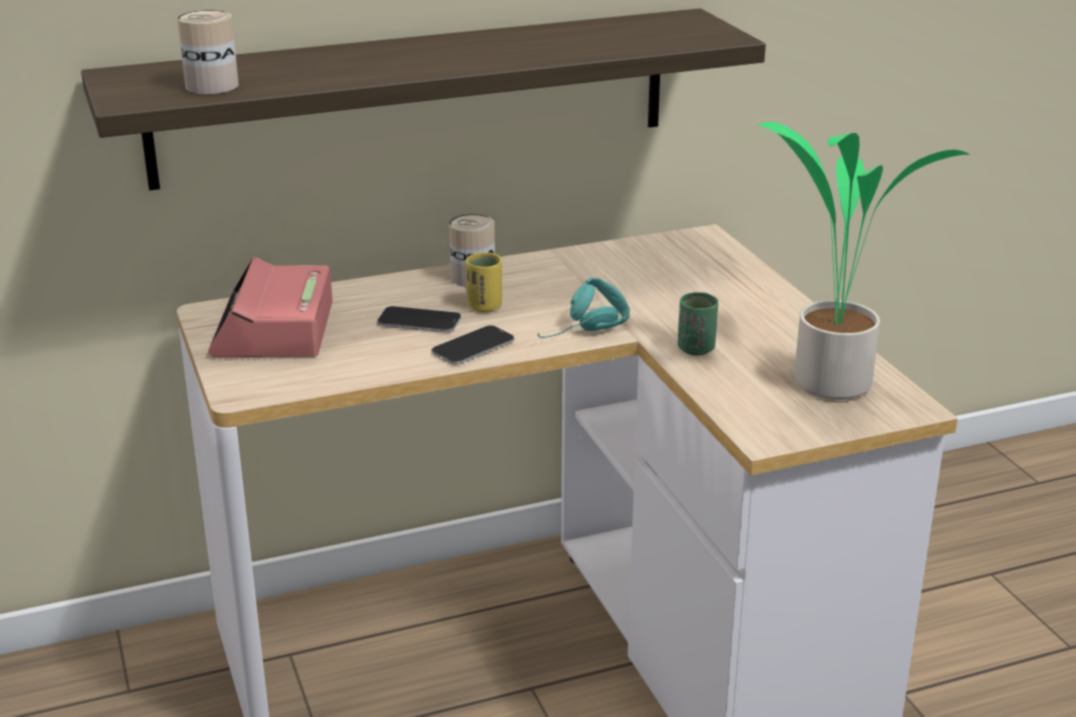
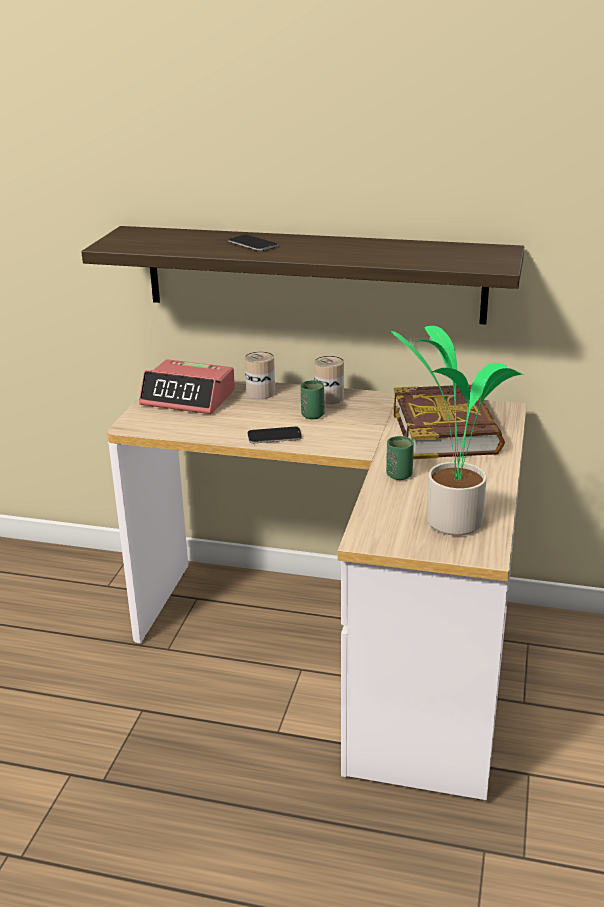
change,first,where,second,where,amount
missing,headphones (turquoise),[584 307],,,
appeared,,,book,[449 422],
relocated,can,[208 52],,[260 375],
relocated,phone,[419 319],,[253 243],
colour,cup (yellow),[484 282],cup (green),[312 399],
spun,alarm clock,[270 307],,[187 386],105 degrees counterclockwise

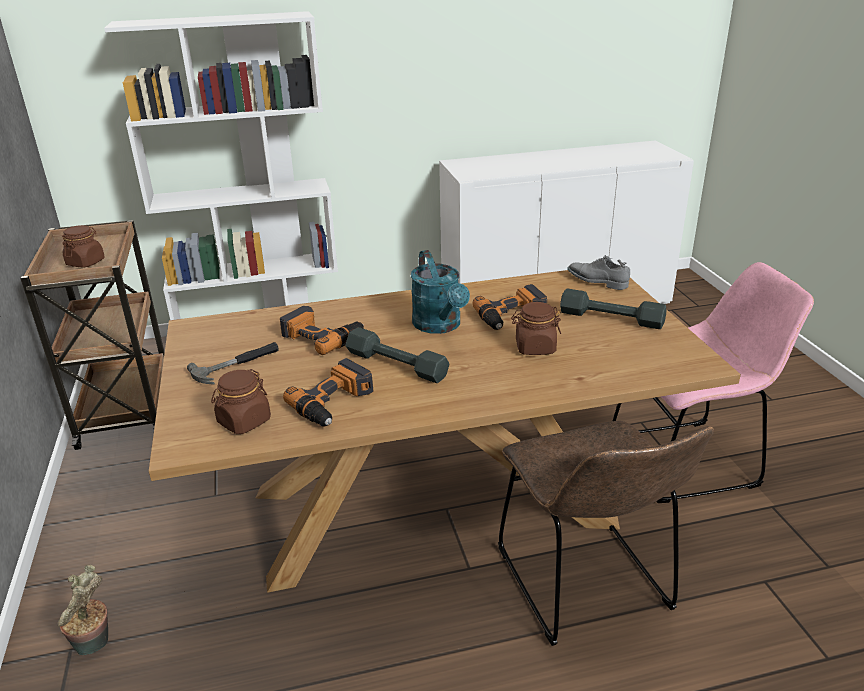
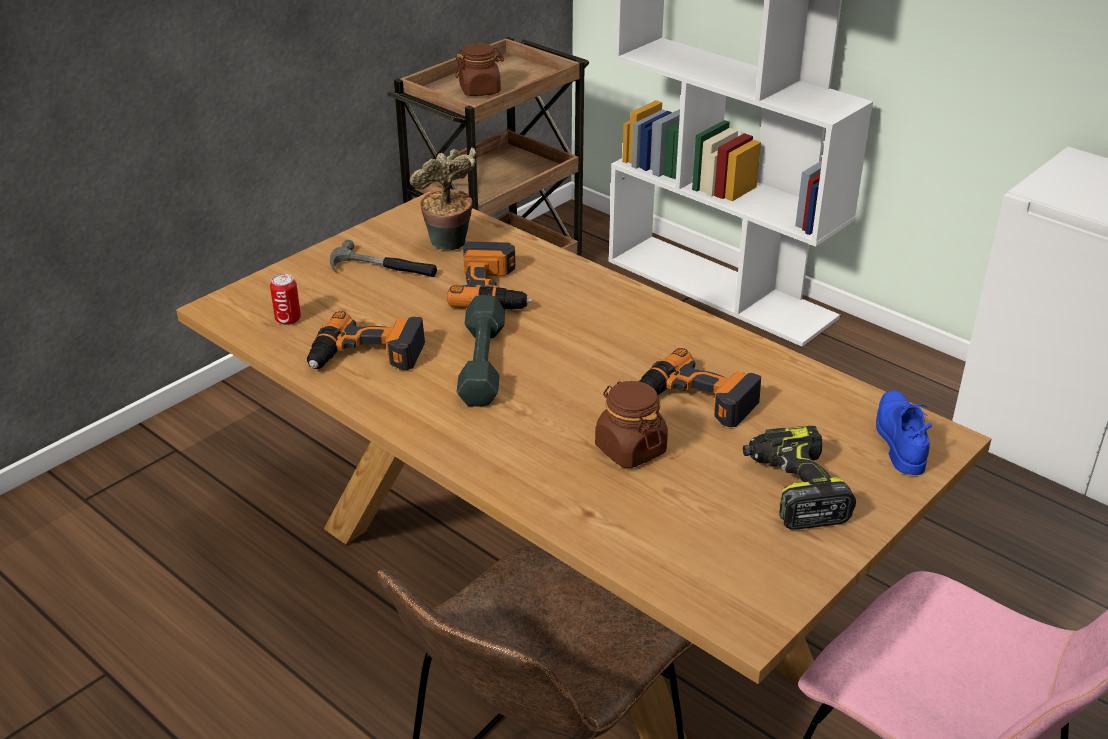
change,first,where,second,where,amount
missing,watering can (turquoise),[440 292],,,
relocated,potted plant,[83 610],,[443 198],
exchanged,jar (brown),[241 401],can,[285 299],
exchanged,dumbbell (grey),[613 309],power drill,[799 478],
colour,shoe (grey),[598 272],shoe (blue),[904 432],

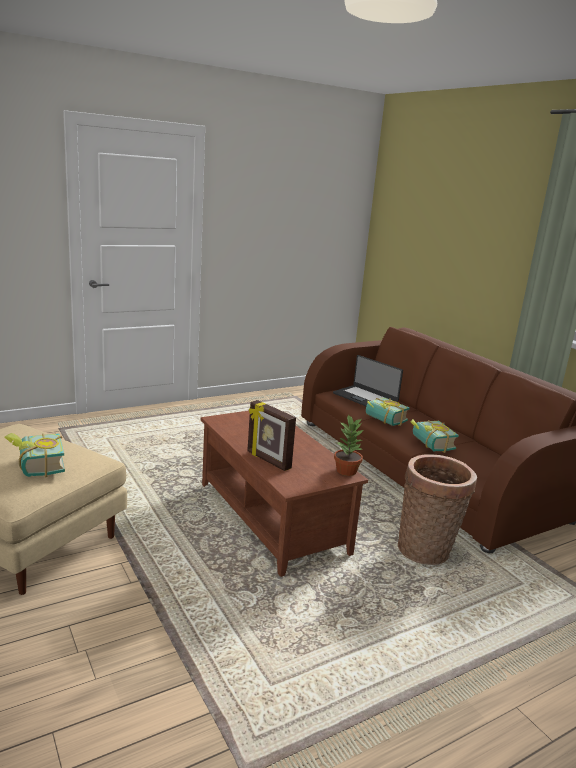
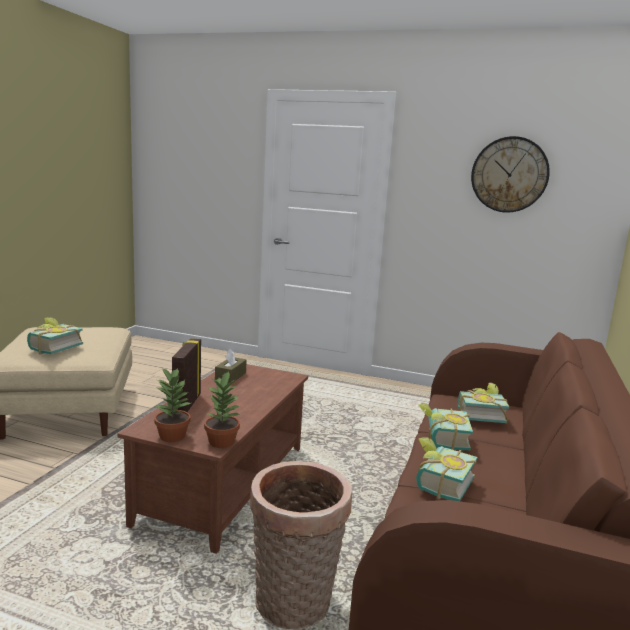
change,first,where,second,where,amount
appeared,,,potted plant,[173 405],
appeared,,,tissue box (brown),[230 366],
appeared,,,wall clock,[510 174],
exchanged,laptop,[368 380],book,[483 403],

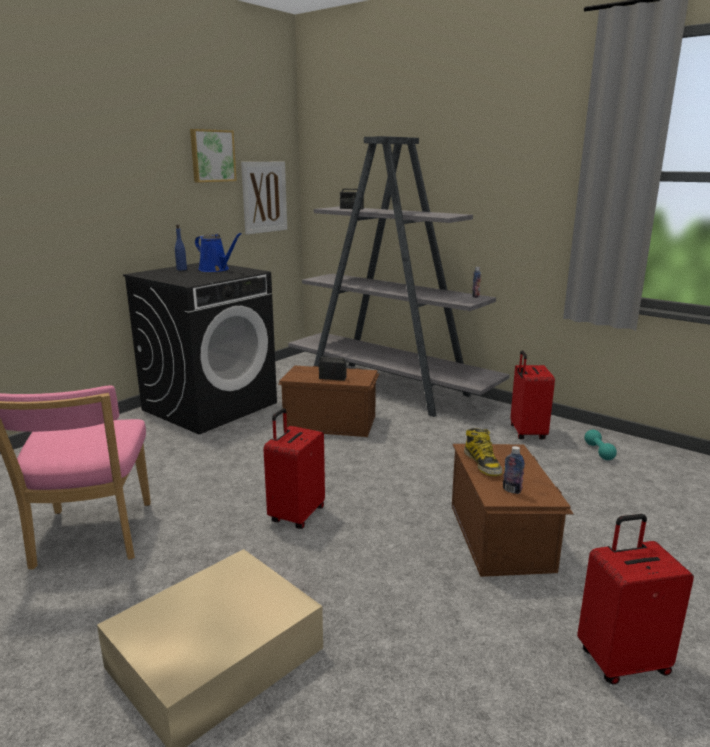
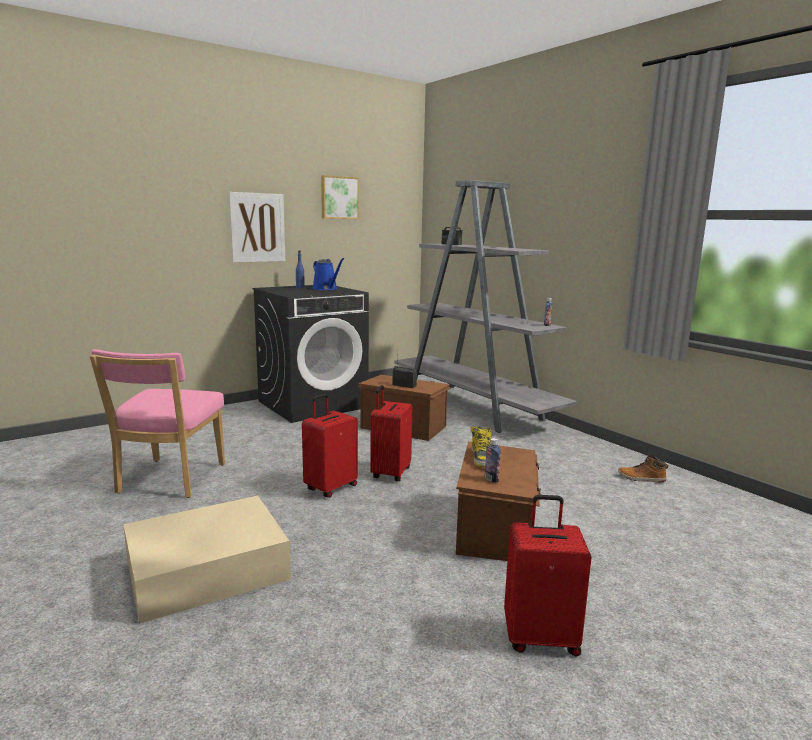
change,first,where,second,where,amount
relocated,picture,[264 198],,[257 227],
relocated,suitcase (red),[532 394],,[391 433],
exchanged,dumbbell (turquoise),[600 445],boot,[643 468],

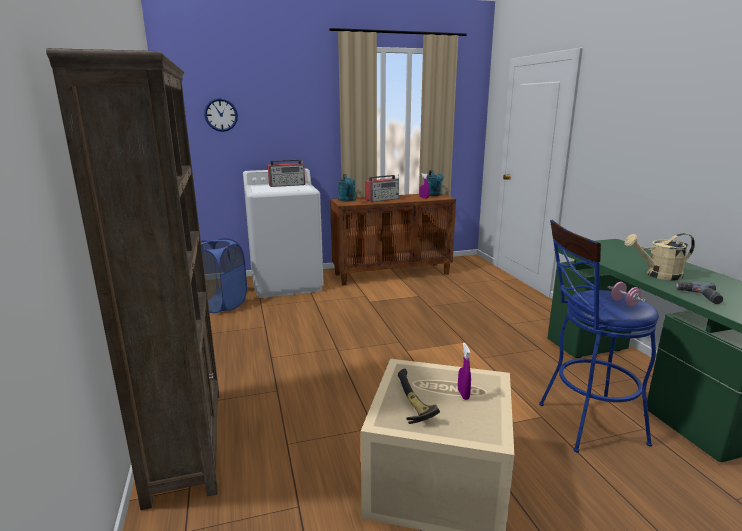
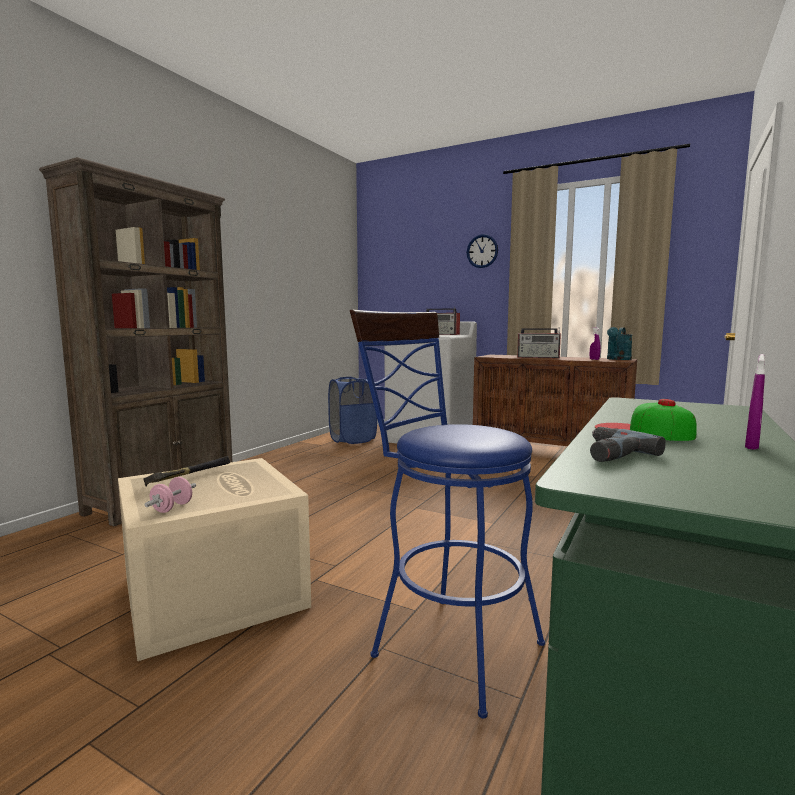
change,first,where,second,where,amount
missing,watering can (turquoise),[347 188],,,
relocated,wall clock,[221 115],,[482 251],
relocated,spray bottle (purple),[464 371],,[755 402],
relocated,dumbbell (pink),[627 294],,[170 495],
exchanged,watering can (beige),[659 256],cap,[646 420],

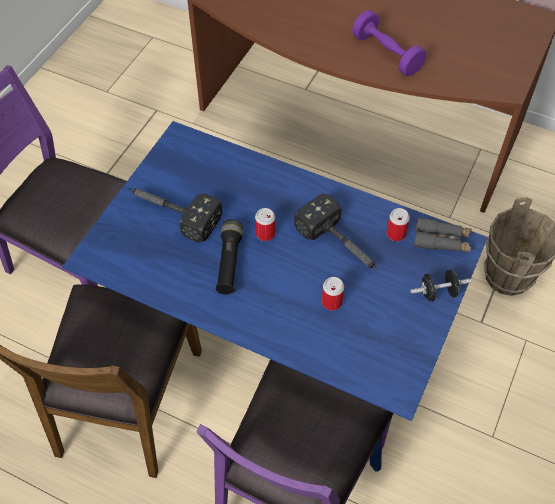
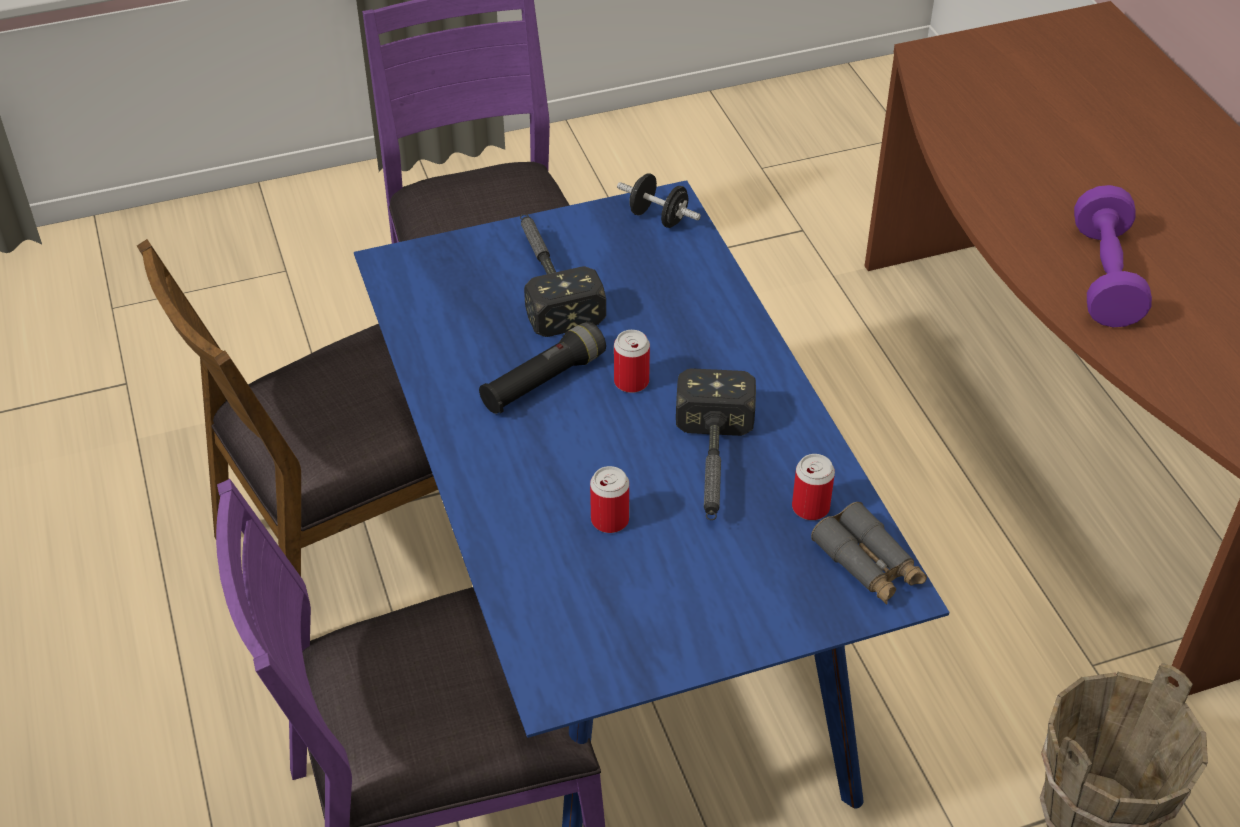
change,first,where,second,where,amount
relocated,dumbbell (black),[440 285],,[659 200],

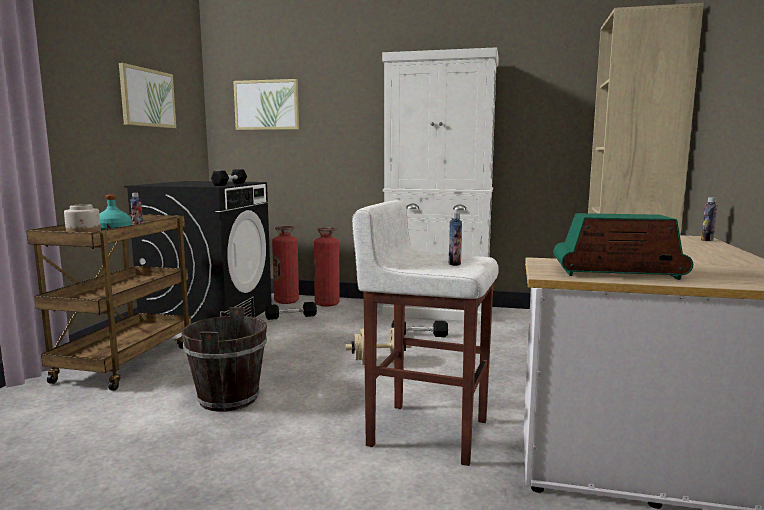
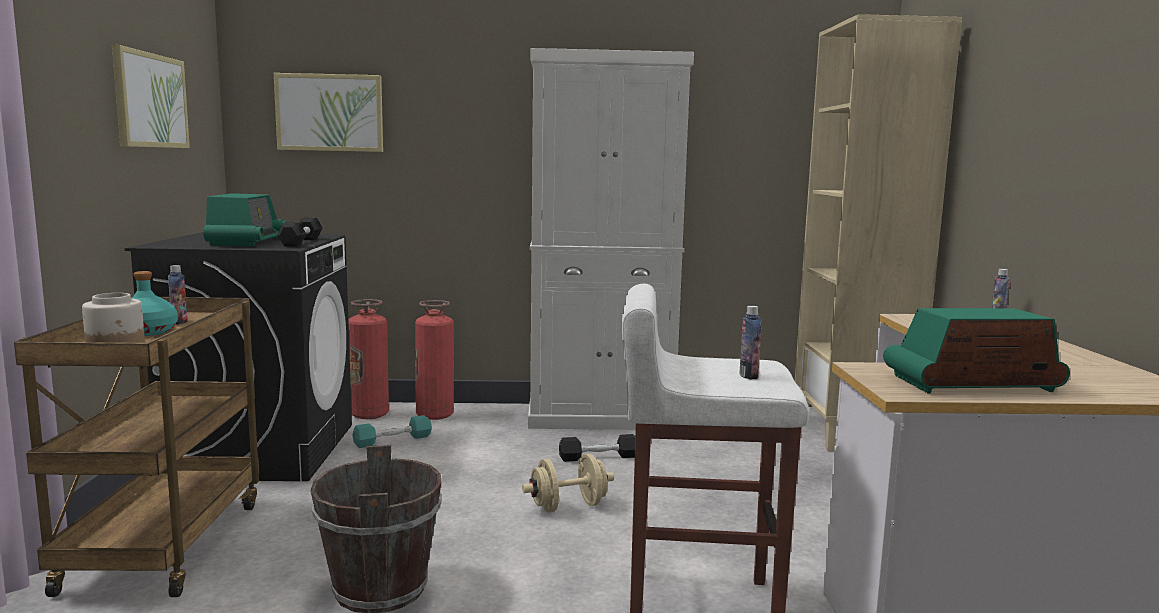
change,first,where,second,where,amount
appeared,,,radio,[245 219],
colour,dumbbell (black),[291 311],dumbbell (turquoise),[392 431],

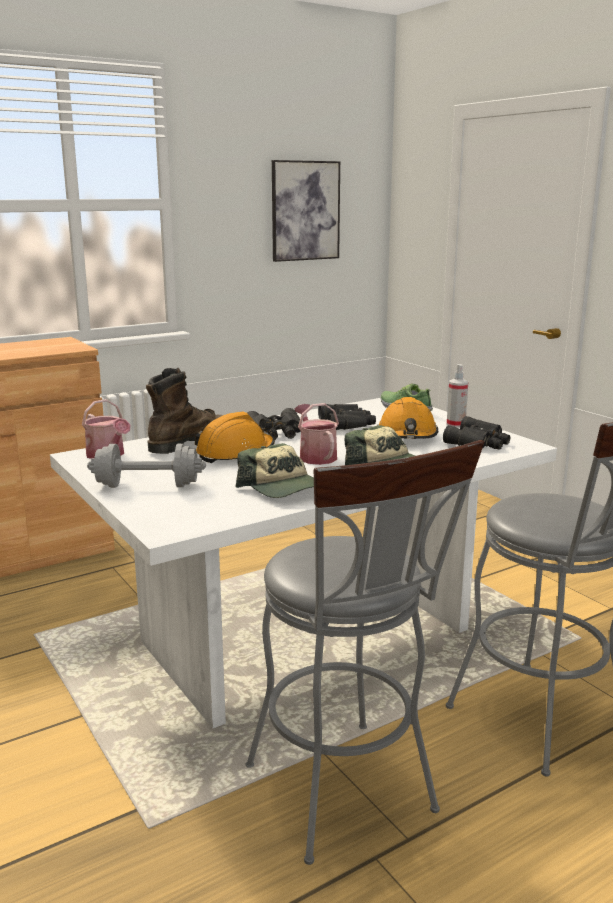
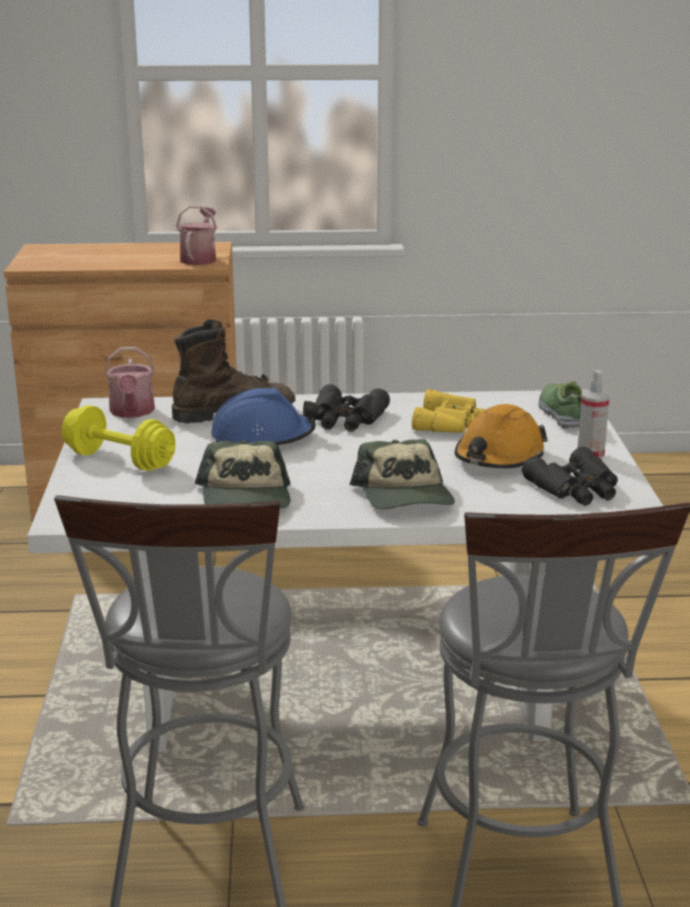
change,first,where,second,where,amount
missing,picture,[306 211],,,
relocated,watering can,[317 434],,[196 235],
colour,dumbbell (grey),[146 466],dumbbell (yellow),[119 438],
colour,hard hat (orange),[235 437],hard hat (blue),[264 416],
colour,binoculars (black),[347 417],binoculars (yellow),[448 411],

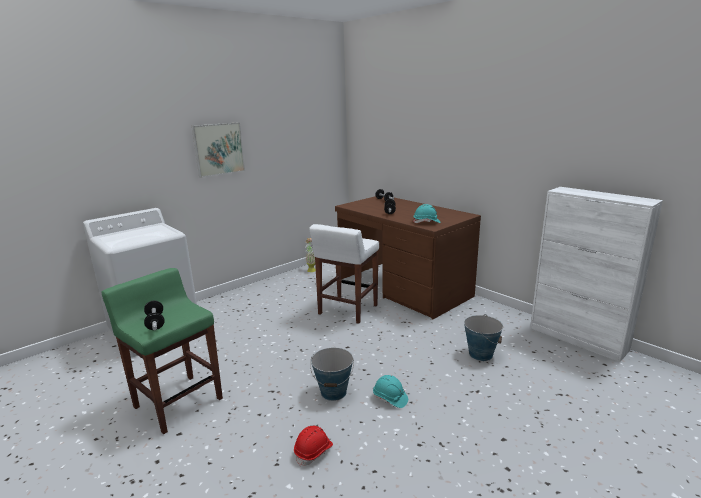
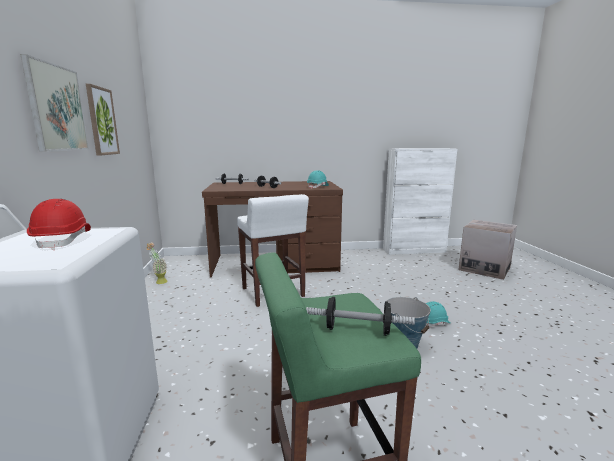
change,first,where,second,where,amount
missing,bucket,[483 337],,,
appeared,,,picture,[103 120],
appeared,,,cardboard box,[487 250],
relocated,hard hat (red),[313 446],,[59 224],

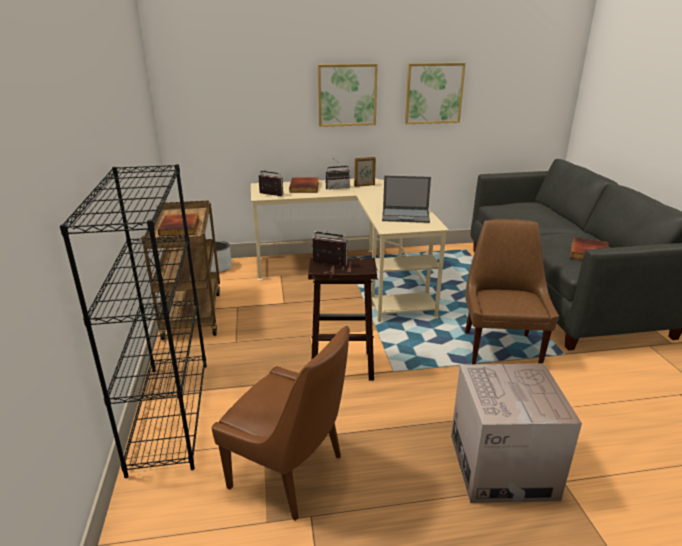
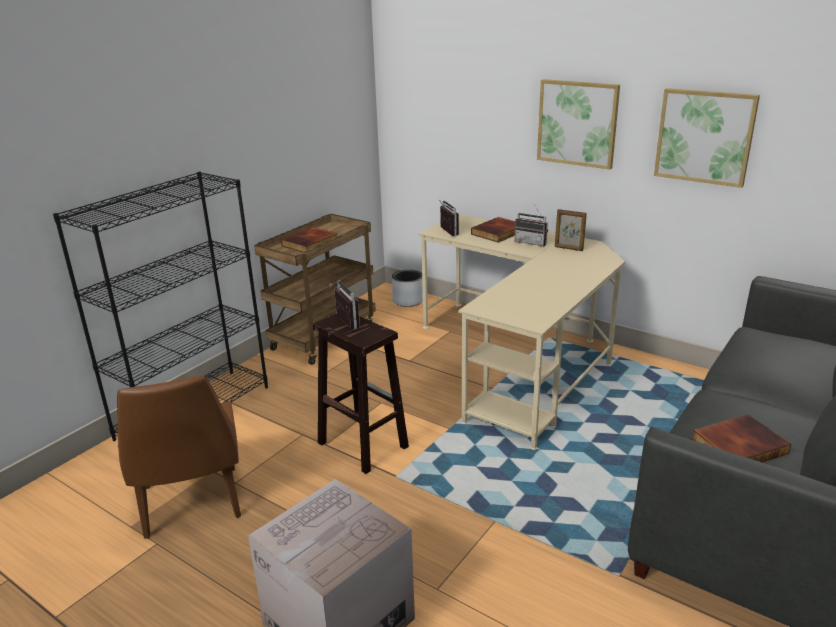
change,first,where,second,where,amount
missing,laptop,[406 199],,,
missing,chair (brown),[512 291],,,

